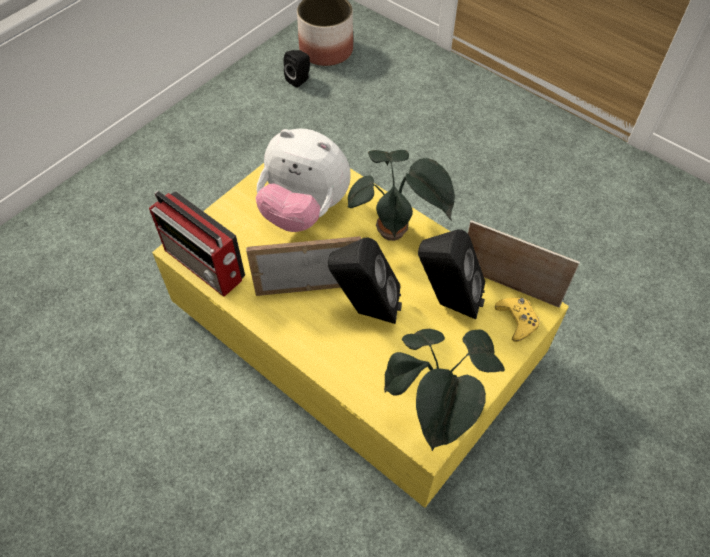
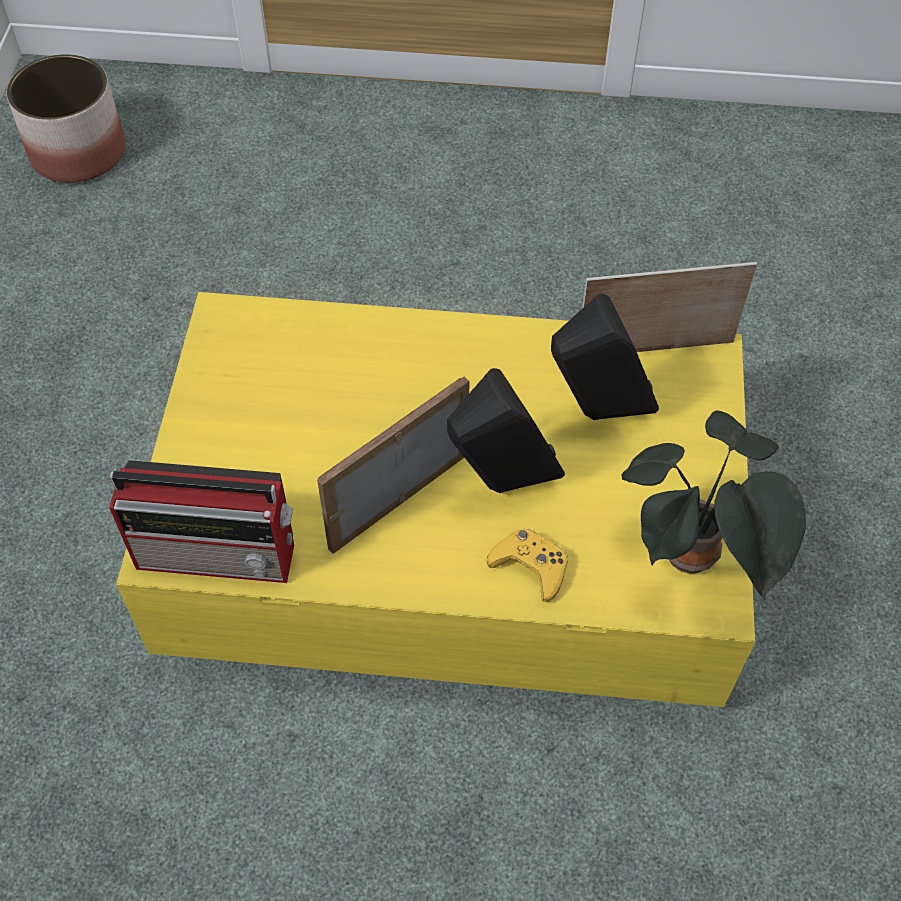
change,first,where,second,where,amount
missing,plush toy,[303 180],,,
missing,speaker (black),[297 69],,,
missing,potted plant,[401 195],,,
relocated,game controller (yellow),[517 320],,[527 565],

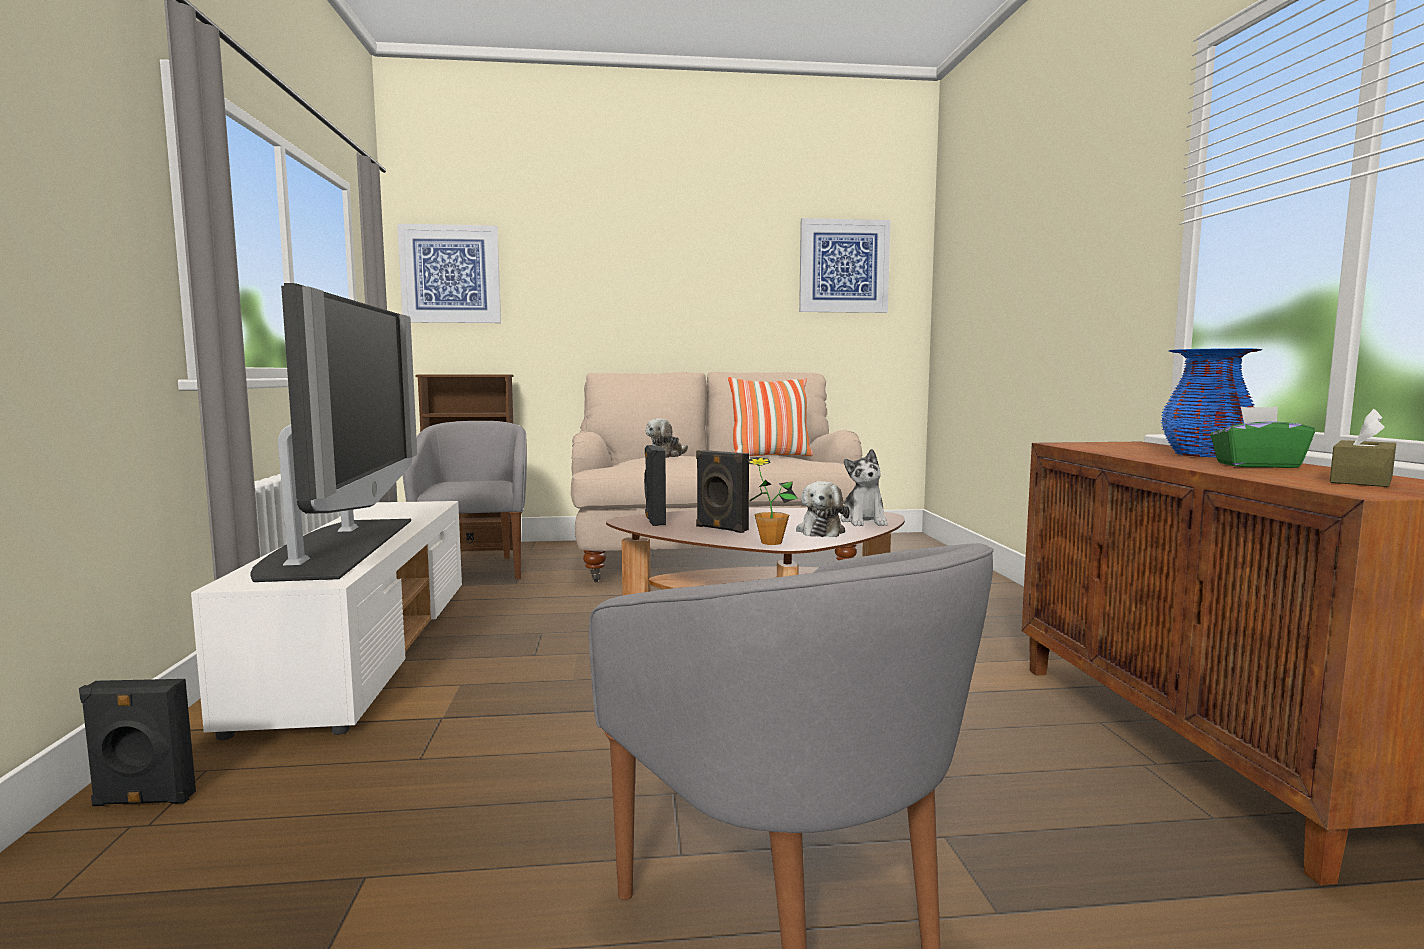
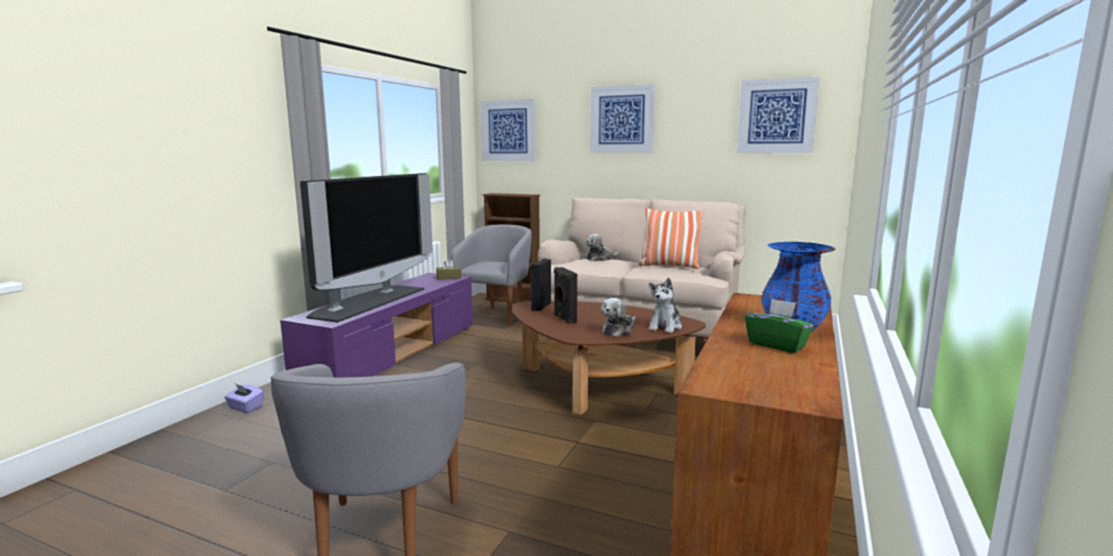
change,first,where,second,where,amount
missing,potted plant,[773 501],,,
appeared,,,picture,[622 118],
relocated,tissue box (brown),[1363 448],,[448 269],
exchanged,speaker (black),[137 742],tissue box (purple),[244 398],
colour,tv stand (white),[326 620],tv stand (purple),[376 325],

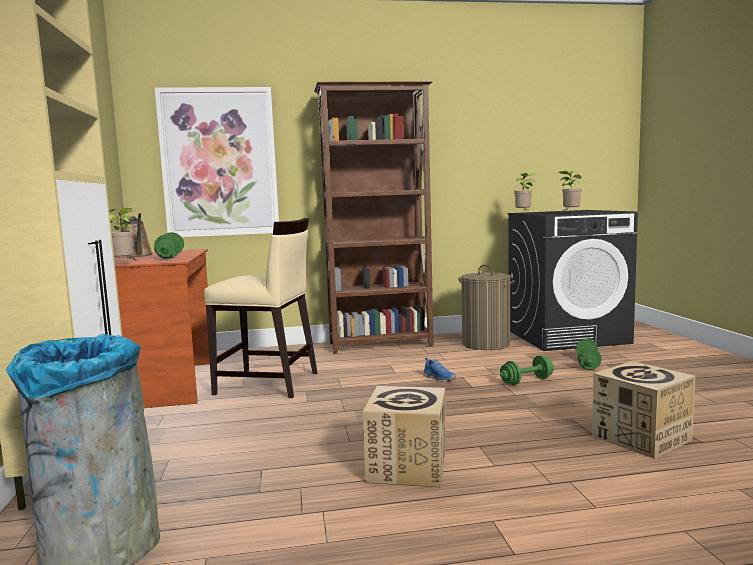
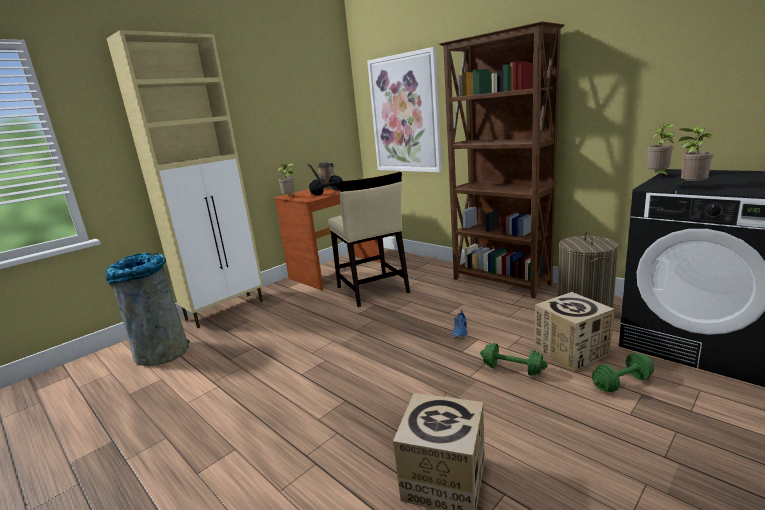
change,first,where,second,where,amount
relocated,cardboard box,[404 437],,[574 332],
colour,dumbbell (green),[169 245],dumbbell (black),[326 185],

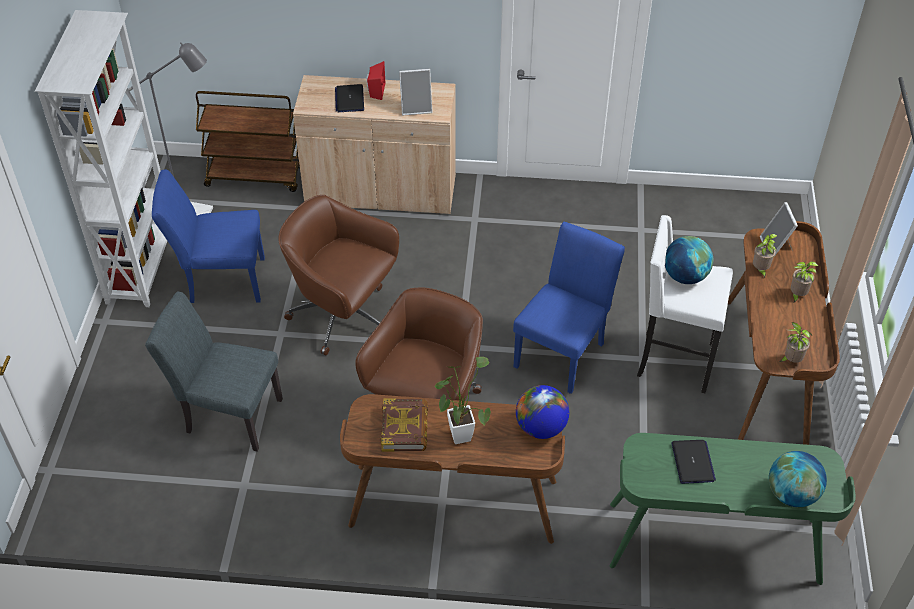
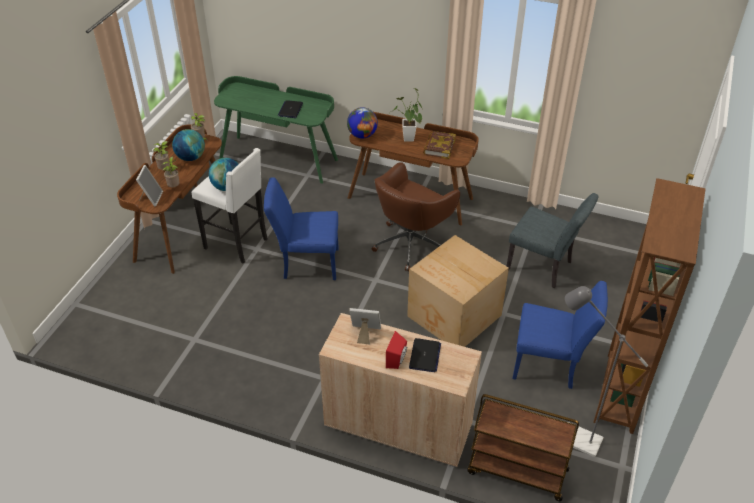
change,first,where,second,where,amount
relocated,globe,[798 479],,[188 145],
exchanged,office chair (brown),[338 275],cardboard box,[458 291],
colour,bookcase (white),[101 158],bookcase (brown),[649 306],
spun,chair (blue),[569 308],,[301 228],45 degrees clockwise

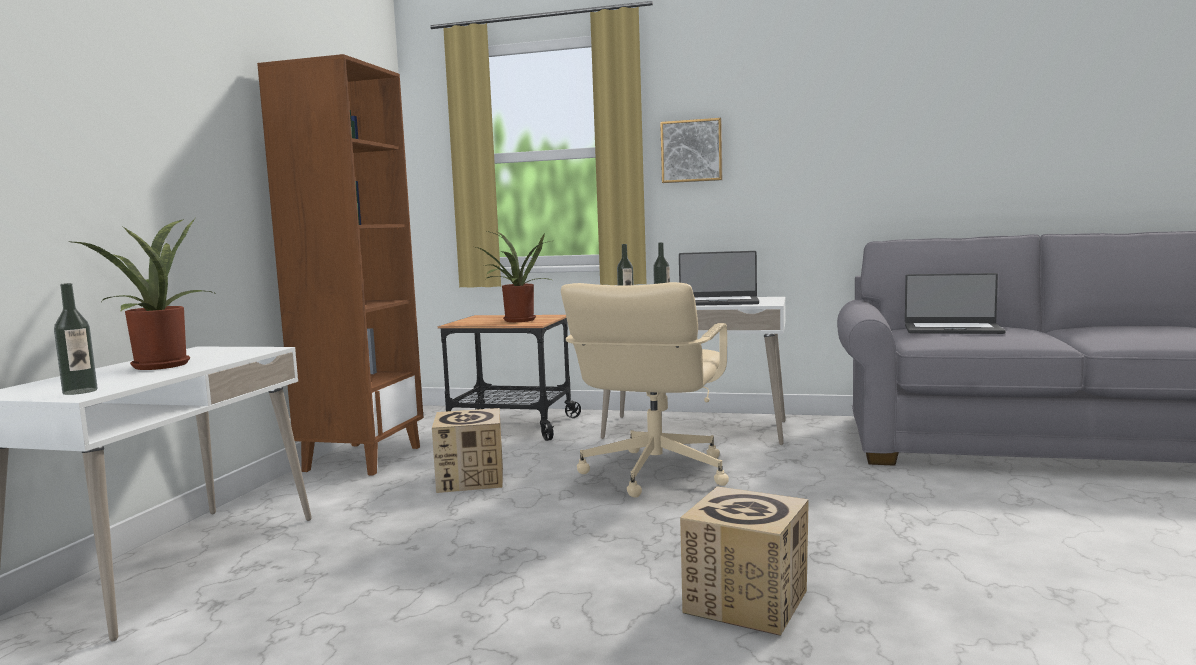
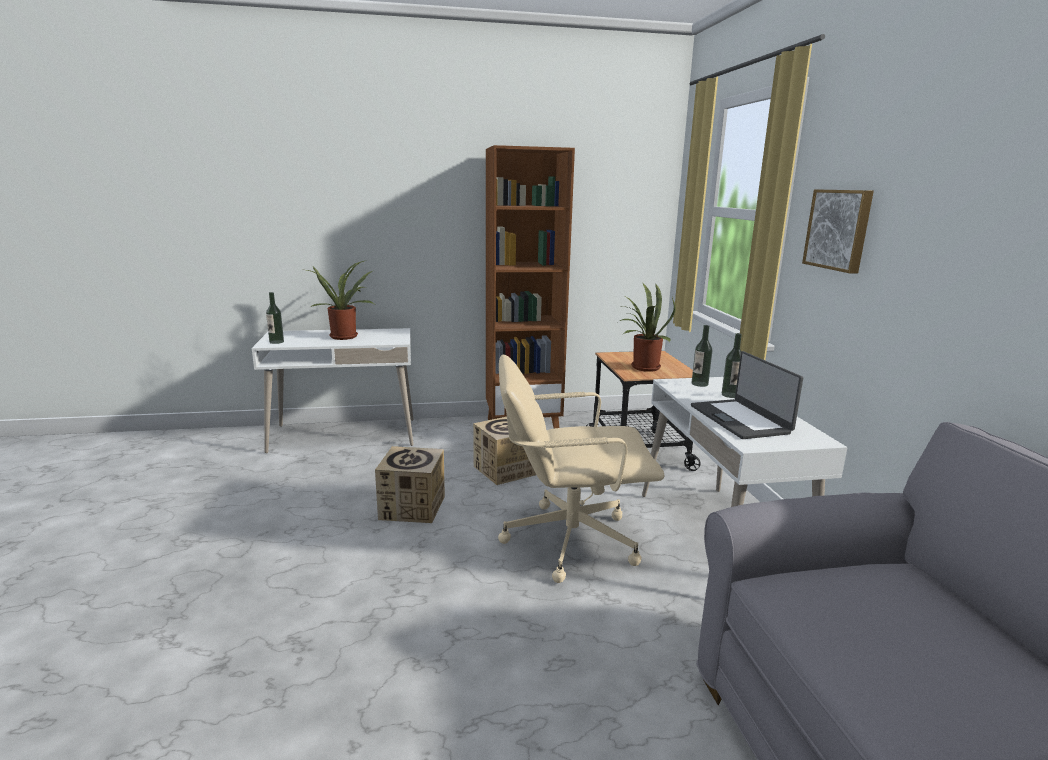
change,first,where,second,where,amount
missing,laptop,[955 303],,,
relocated,cardboard box,[744 561],,[410 484],

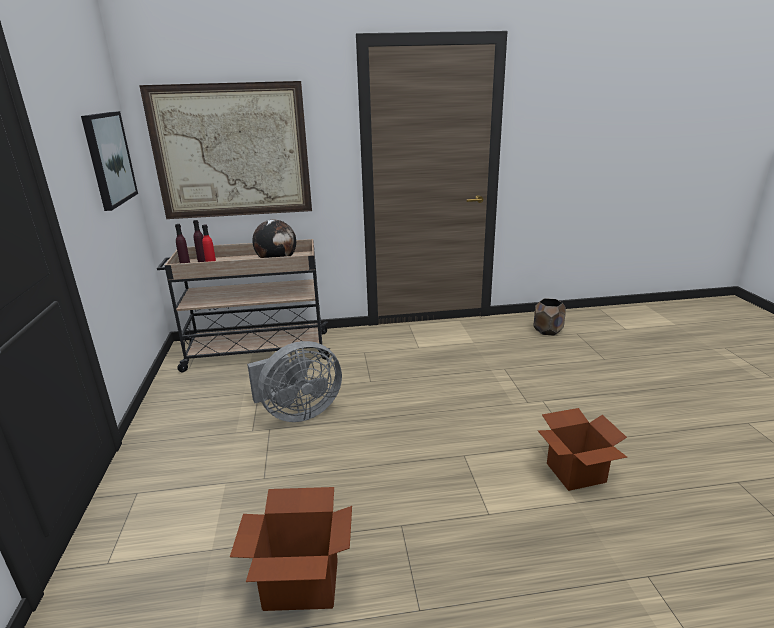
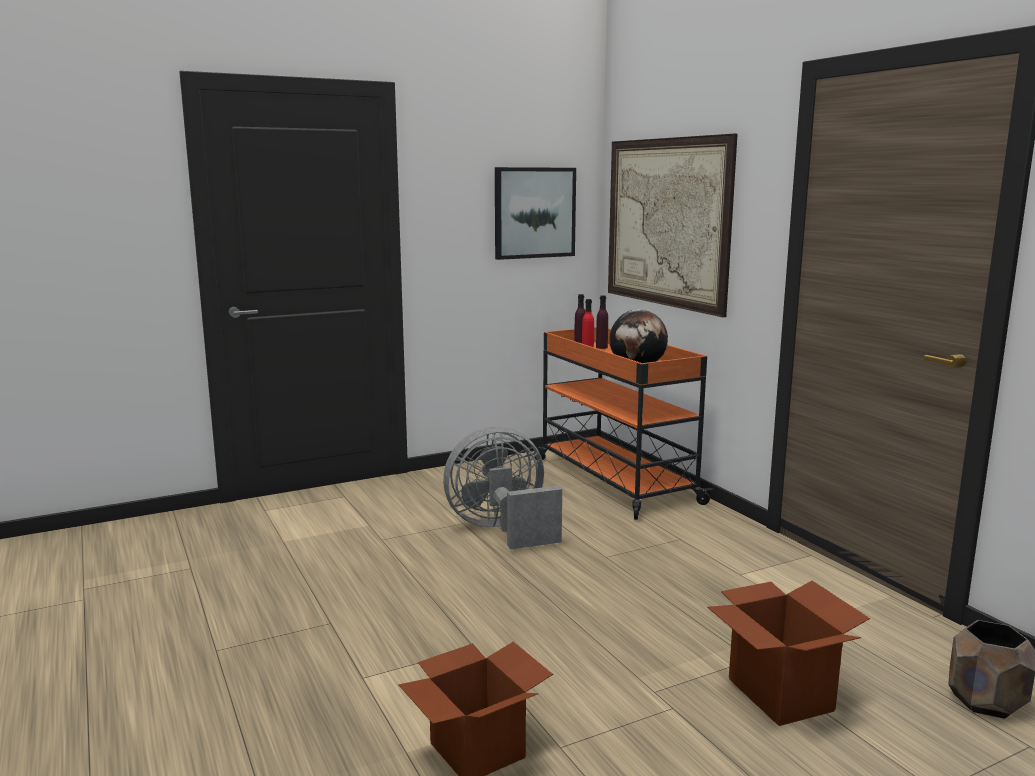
change,first,where,second,where,amount
relocated,cardboard box,[291 549],,[788 653],
colour,cart (beige),[244 305],cart (orange),[624 423],
spun,fan (grey),[294 381],,[502 488],120 degrees clockwise

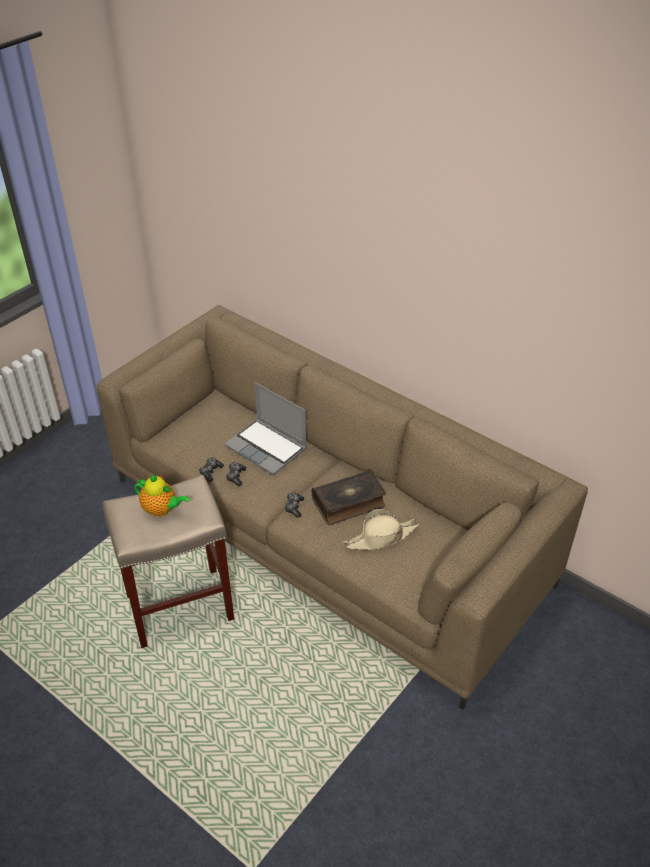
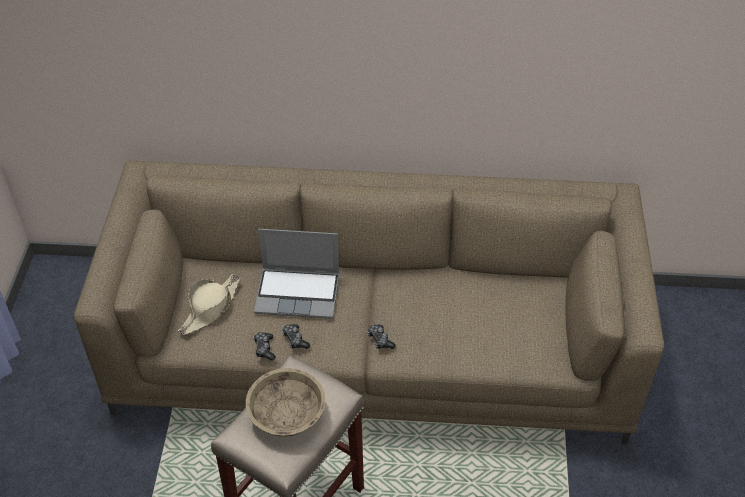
change,first,where,second,where,amount
missing,book,[349 498],,,
relocated,hat (beige),[381 529],,[209 304],
exchanged,teapot,[162 496],bowl (beige),[286 402],

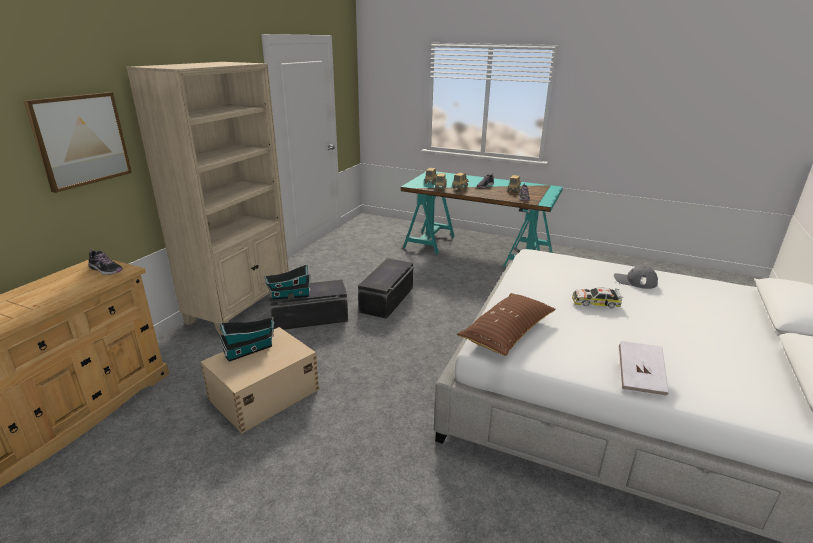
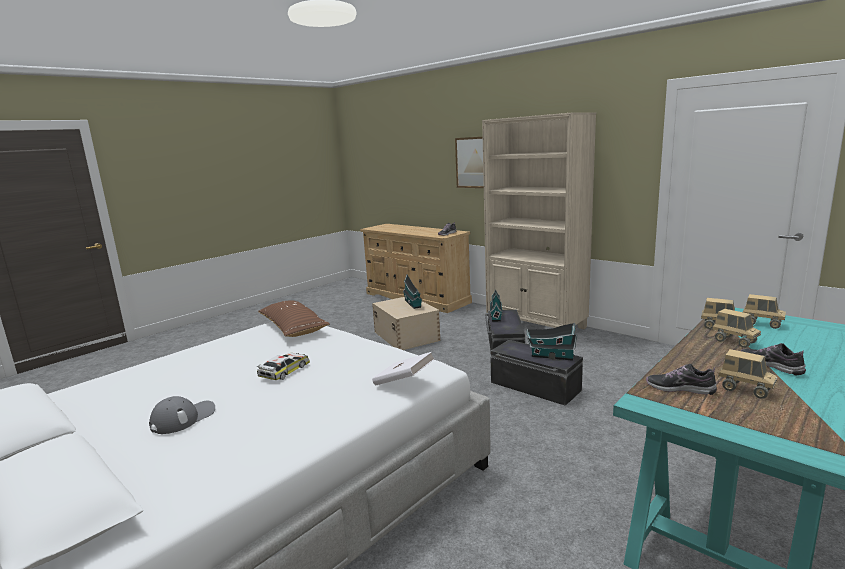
change,first,where,second,where,amount
appeared,,,toy house,[551 342],
relocated,cap (grey),[636 277],,[182 415],
relocated,book (white),[643 368],,[403 369],

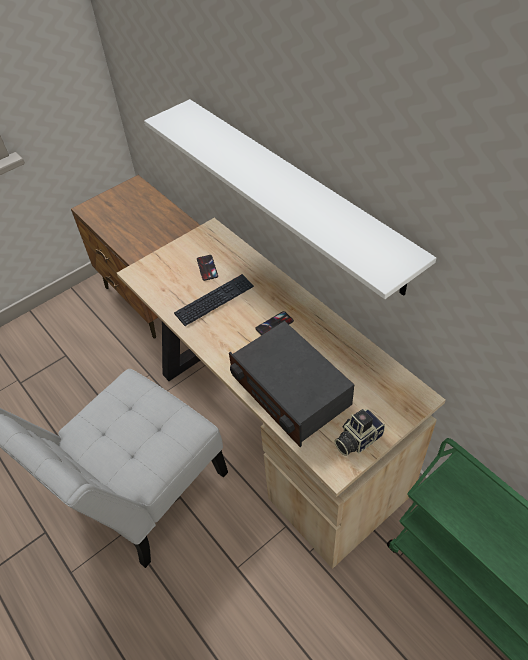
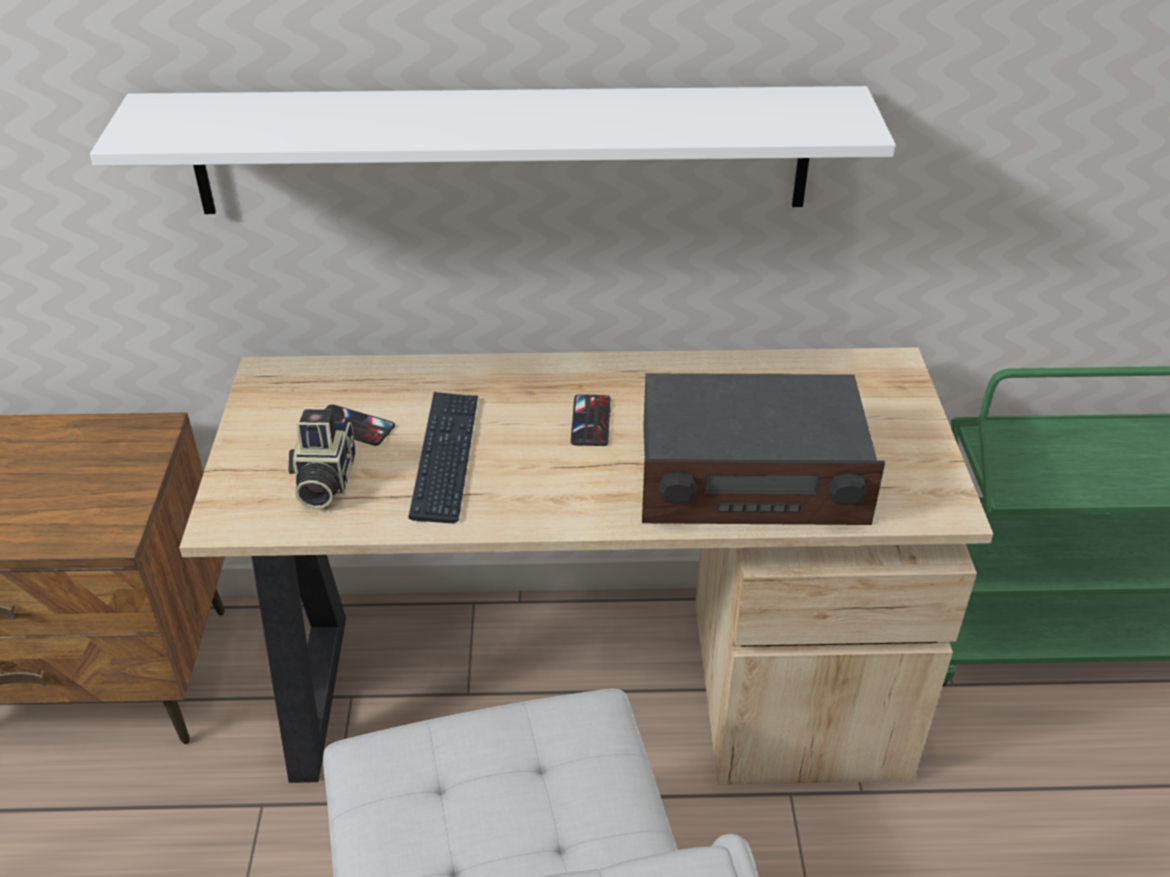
change,first,where,second,where,amount
relocated,photo camera,[360 432],,[321 459],

